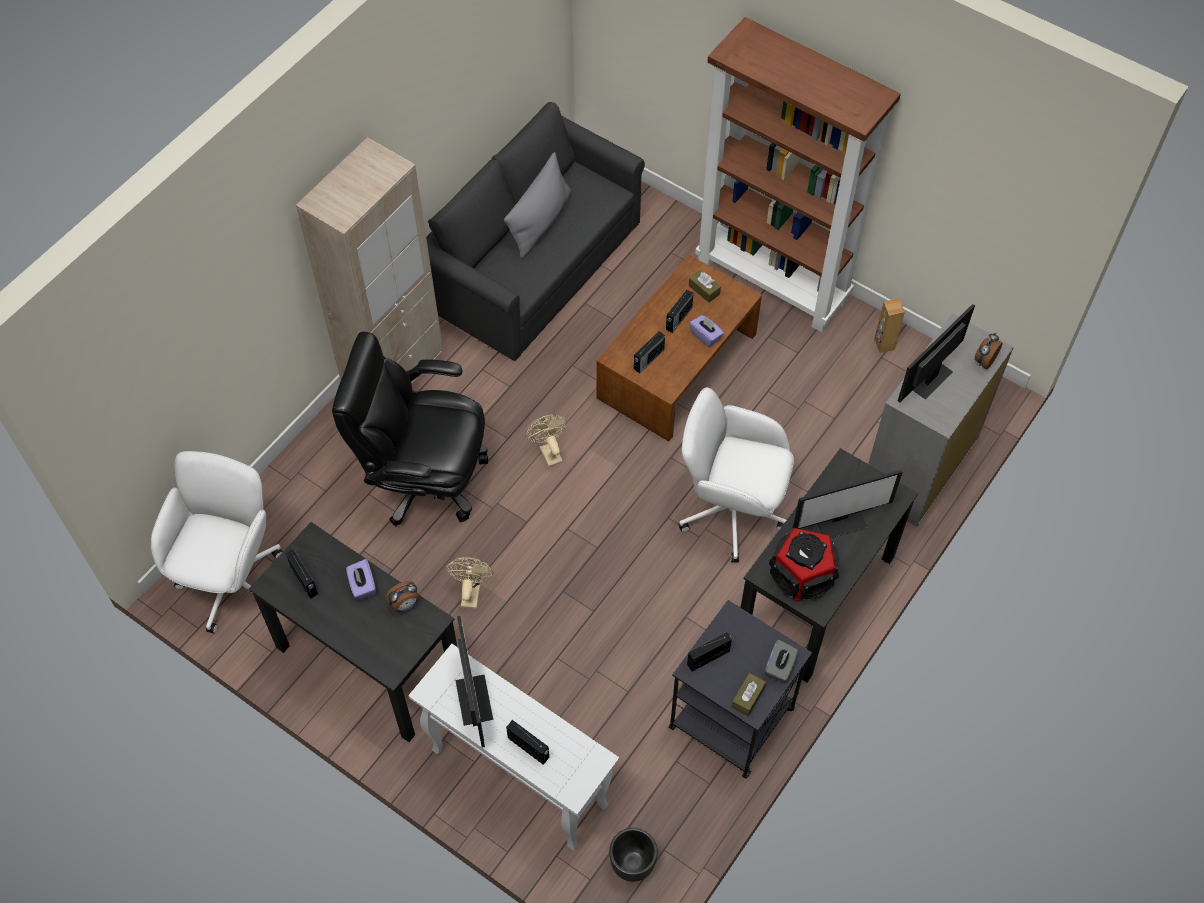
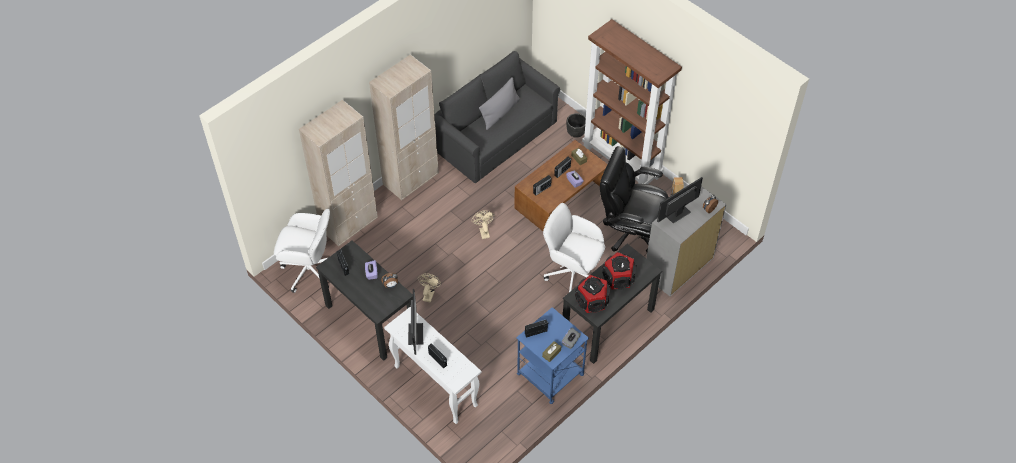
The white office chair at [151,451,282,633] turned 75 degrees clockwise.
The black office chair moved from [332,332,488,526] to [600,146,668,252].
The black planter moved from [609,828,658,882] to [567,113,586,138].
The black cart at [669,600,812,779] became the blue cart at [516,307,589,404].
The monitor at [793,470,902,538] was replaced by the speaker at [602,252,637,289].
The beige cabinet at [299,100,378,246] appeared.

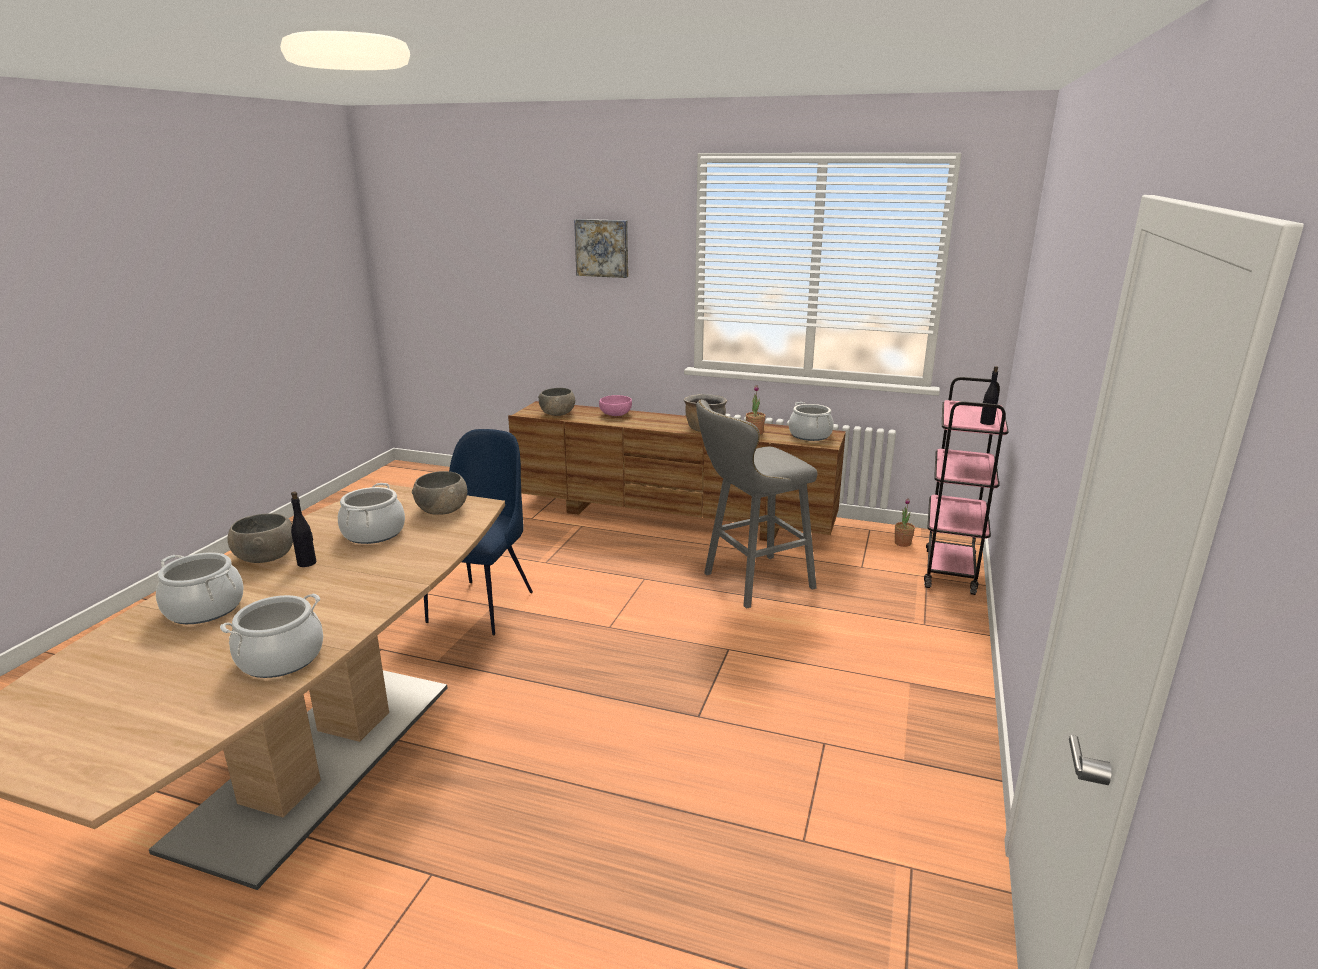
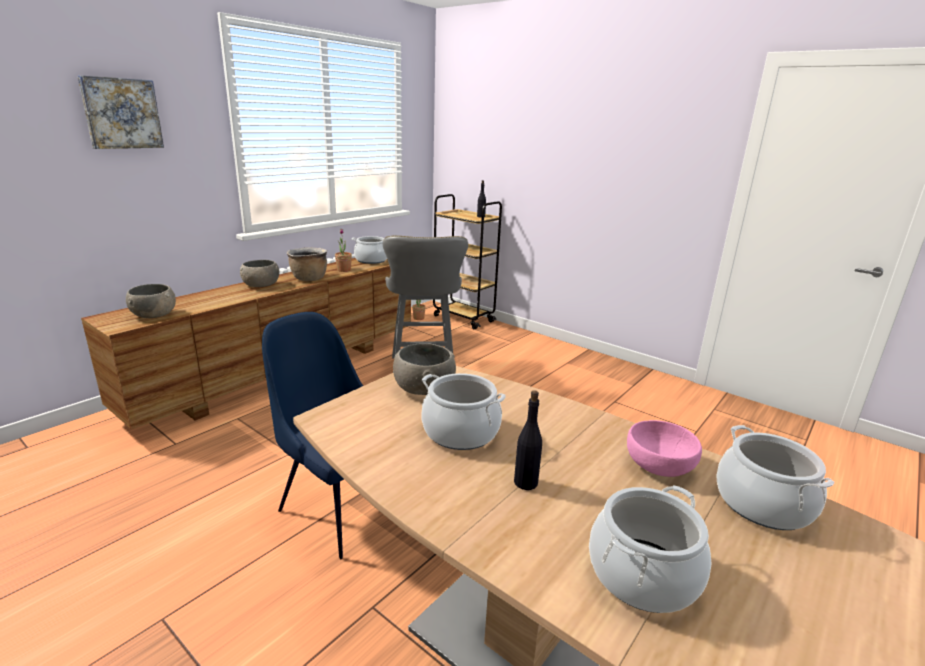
The grey bowl moved from [227,513,293,563] to [240,260,279,287].
The pink bowl moved from [599,395,632,416] to [627,420,702,477].
The pink cart at [924,377,1009,595] became the brown cart at [433,194,502,330].

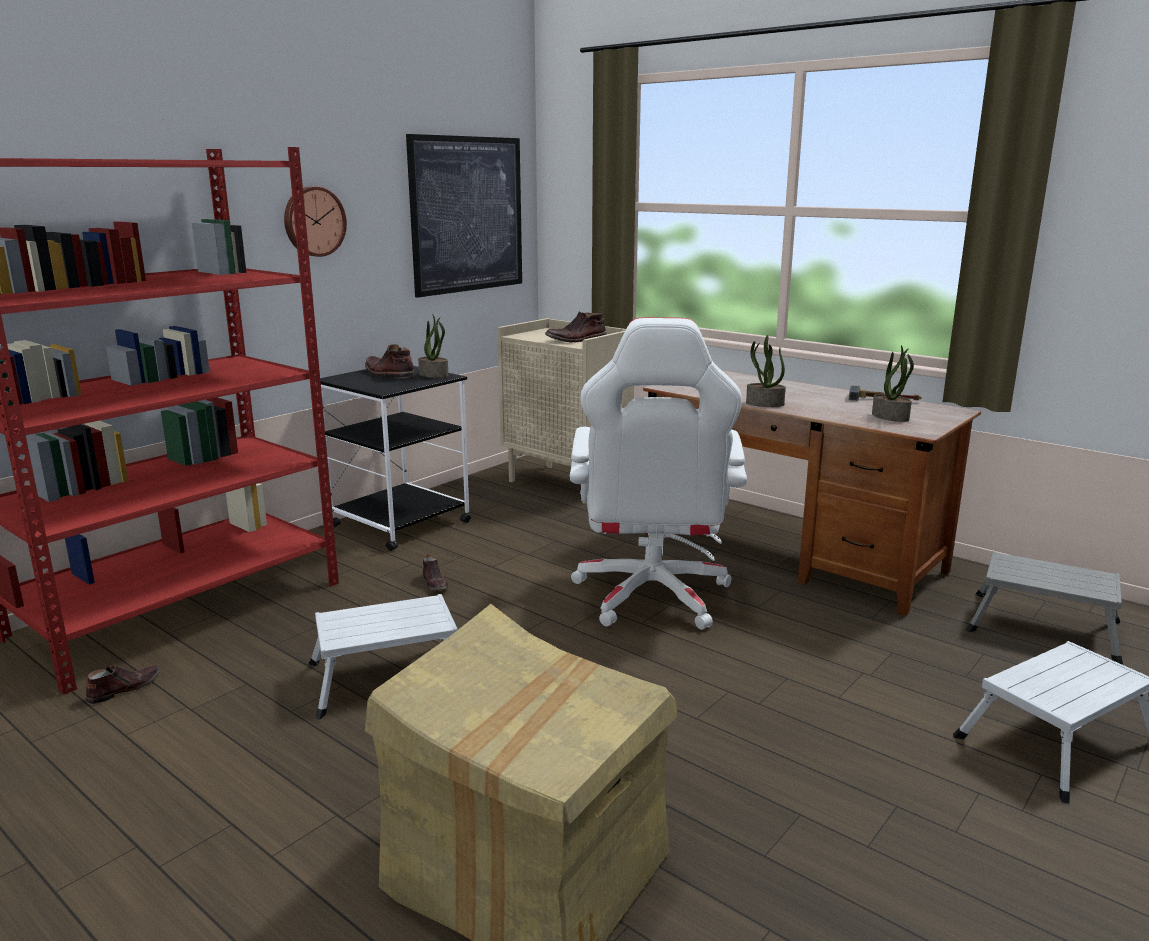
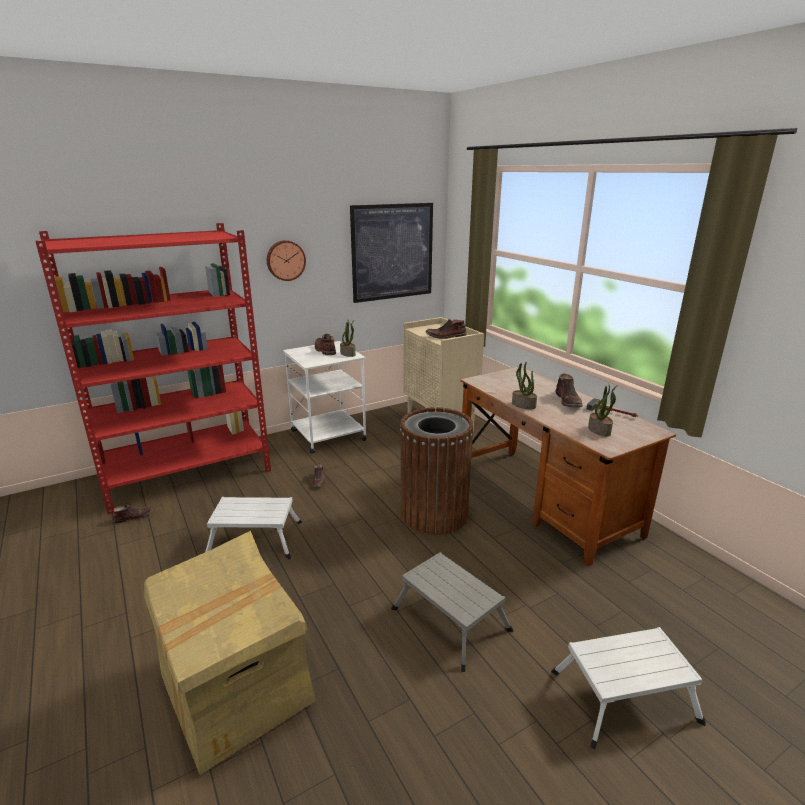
The black cart at [320,366,471,551] became the white cart at [283,341,367,454].
The white office chair at [570,317,747,630] was replaced by the brown trash can at [400,407,474,535].
The grey step ladder moved from [966,551,1123,665] to [391,552,513,672].
The brown boot at [555,374,583,407] appeared.

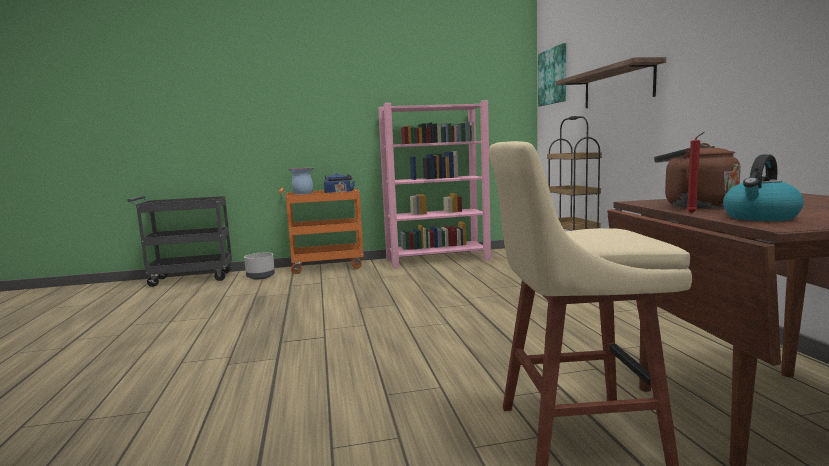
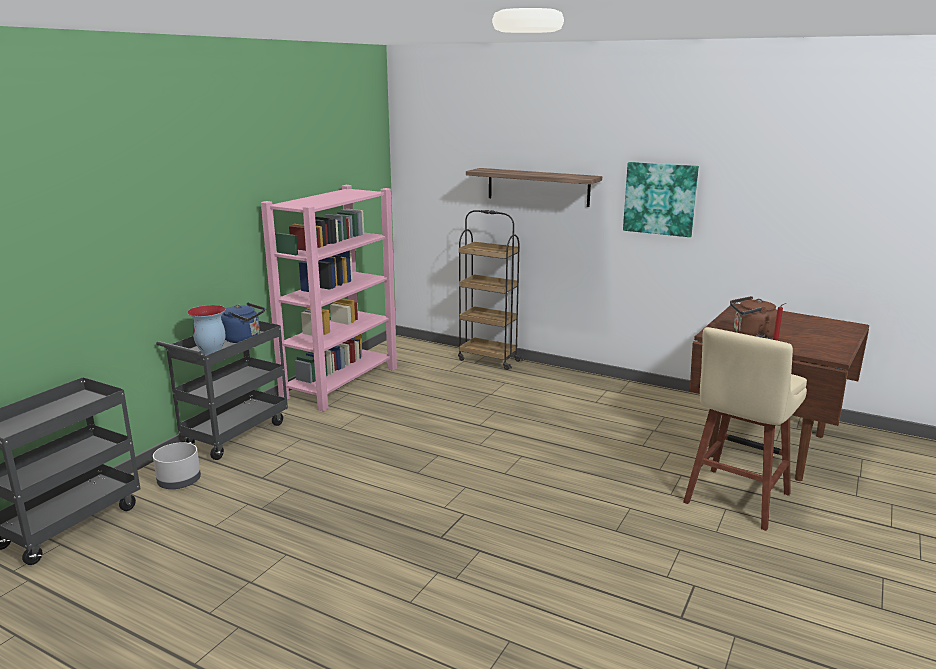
The orange cart at [278,188,364,274] became the grey cart at [156,321,288,460].
The picture moved from [538,43,566,106] to [623,162,699,237].
The kettle at [723,154,804,221] disappeared.

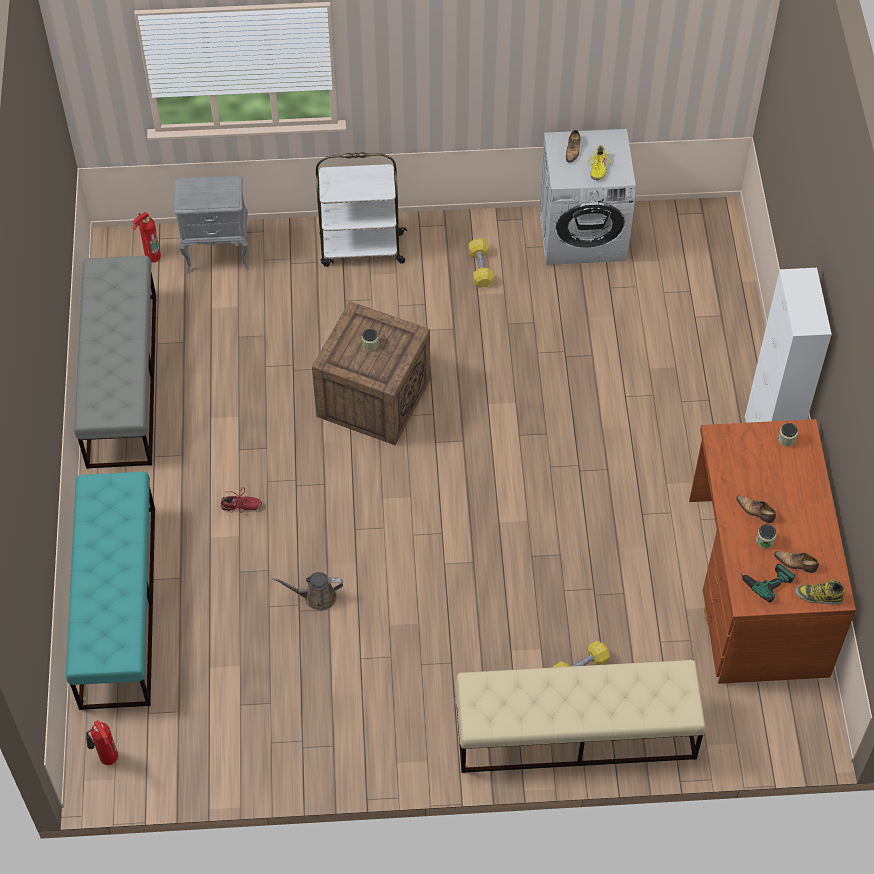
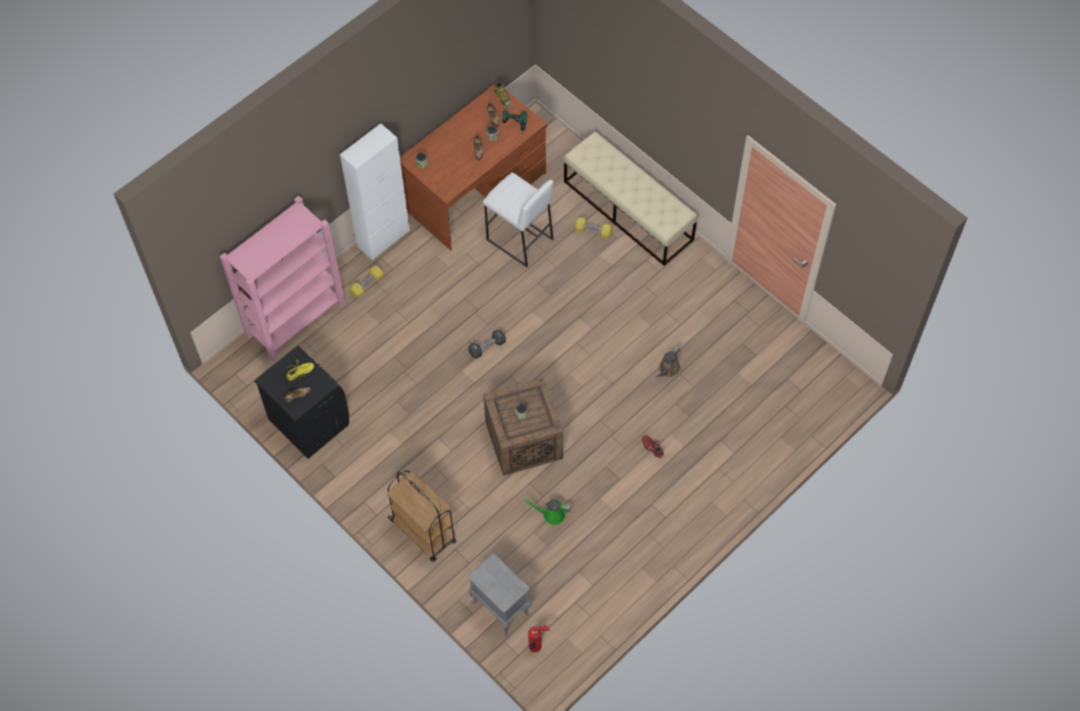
The turquoise bench at [66,472,155,710] disappeared.
The grey bench at [74,256,156,469] disappeared.
The fire extinguisher at [86,720,118,765] disappeared.
The brown watering can at [273,572,343,611] turned 75 degrees clockwise.
The white cart at [316,152,407,267] became the brown cart at [387,470,456,562].
The yellow dumbbell moved from [468,238,494,287] to [350,266,383,298].
The white washing machine at [539,129,636,265] became the black washing machine at [254,346,349,459].
The pink bookcase at [220,196,346,362] appeared.
The black dumbbell at [468,330,506,359] appeared.
The white stool at [483,173,553,267] appeared.
The green watering can at [523,499,571,525] appeared.

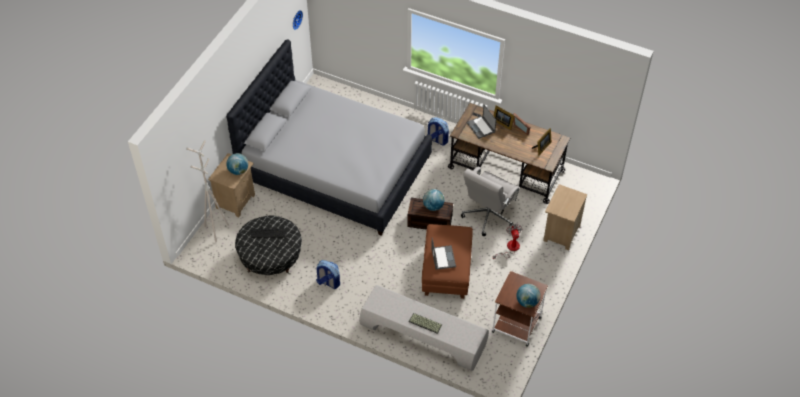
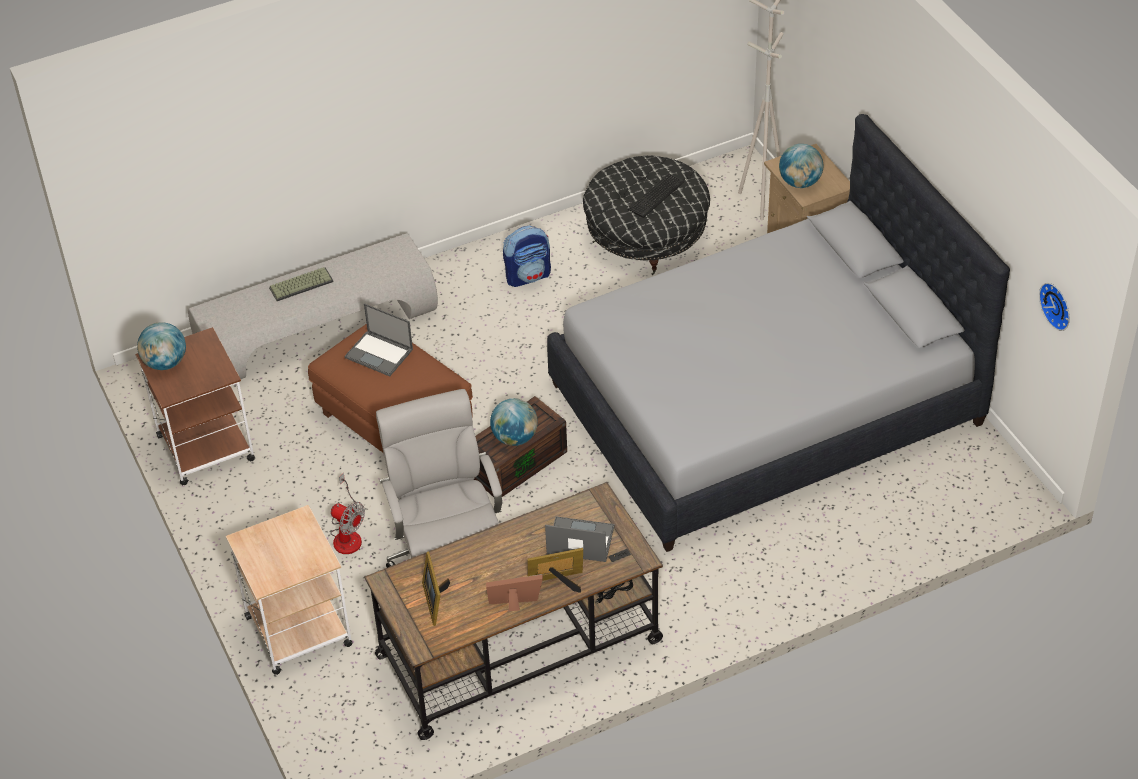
The backpack at [428,117,449,145] disappeared.
The beige nightstand at [543,184,587,250] was replaced by the beige cart at [226,505,353,675].

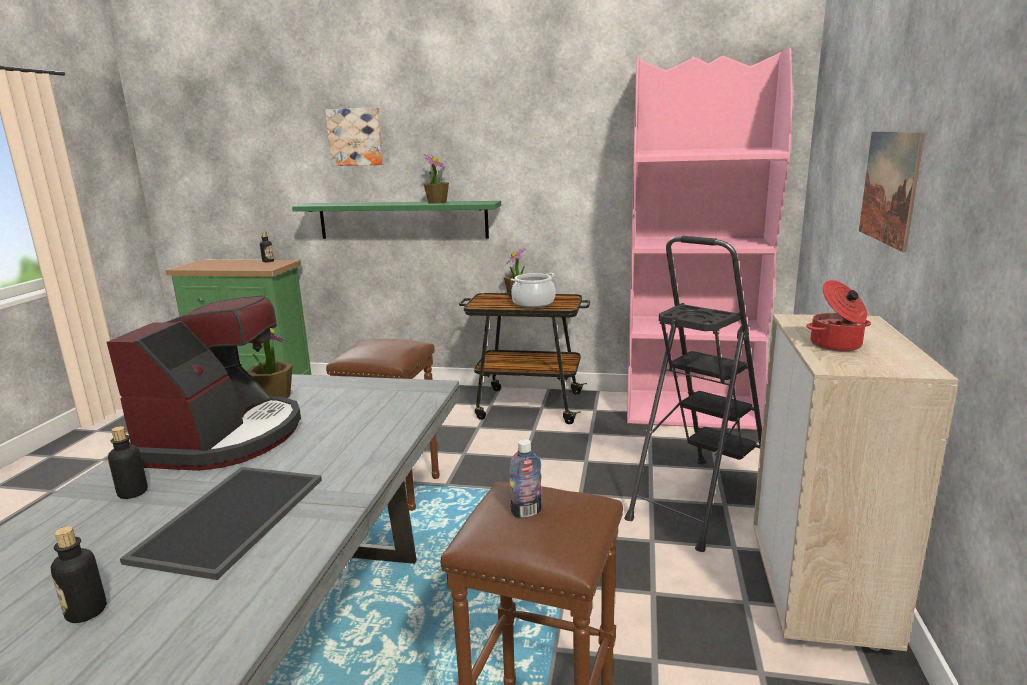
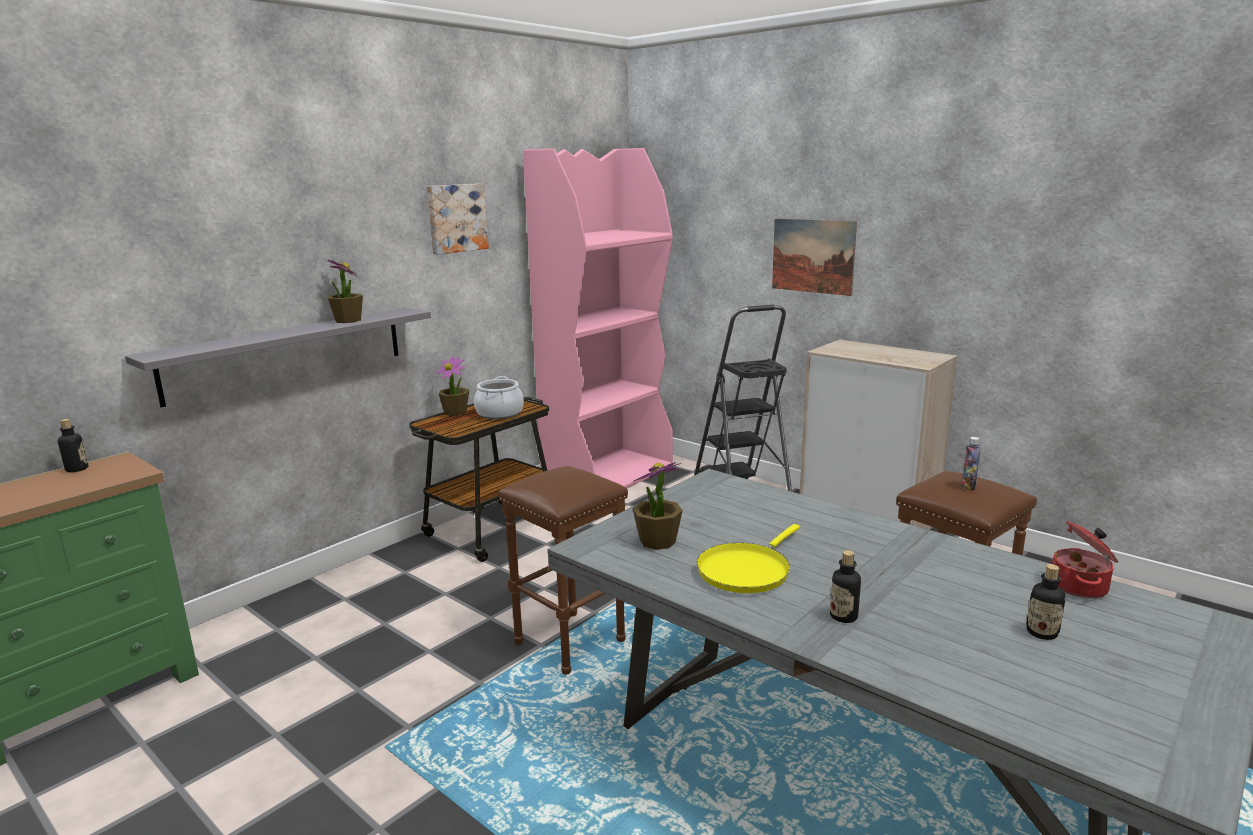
The coffee machine at [107,296,301,471] was replaced by the yellow frying pan at [697,524,800,593].
The tray at [120,467,322,580] disappeared.
The green shelf at [292,201,501,239] became the grey shelf at [125,308,431,407].
The picture moved from [325,107,384,166] to [427,184,489,255].
The cooking pot moved from [806,280,871,351] to [1051,521,1118,598].

